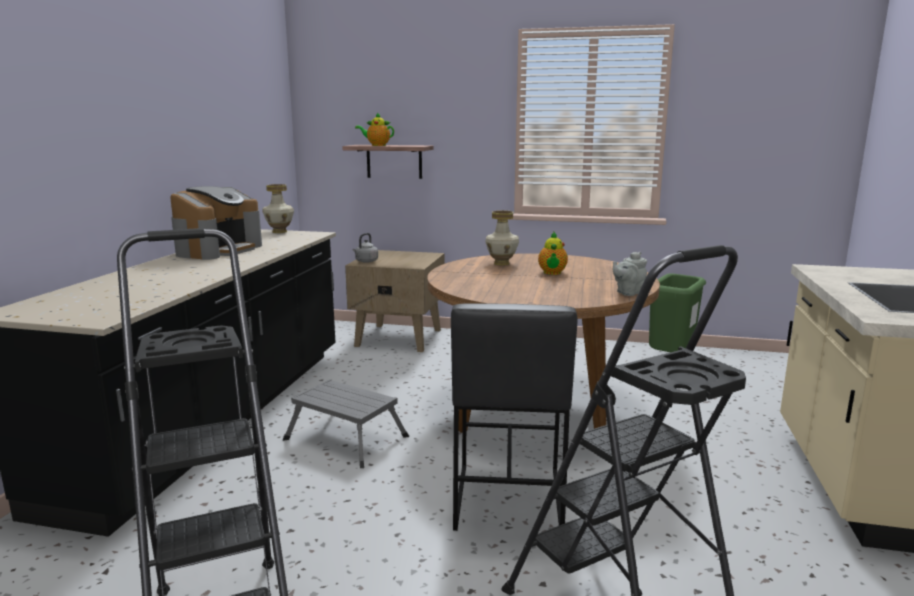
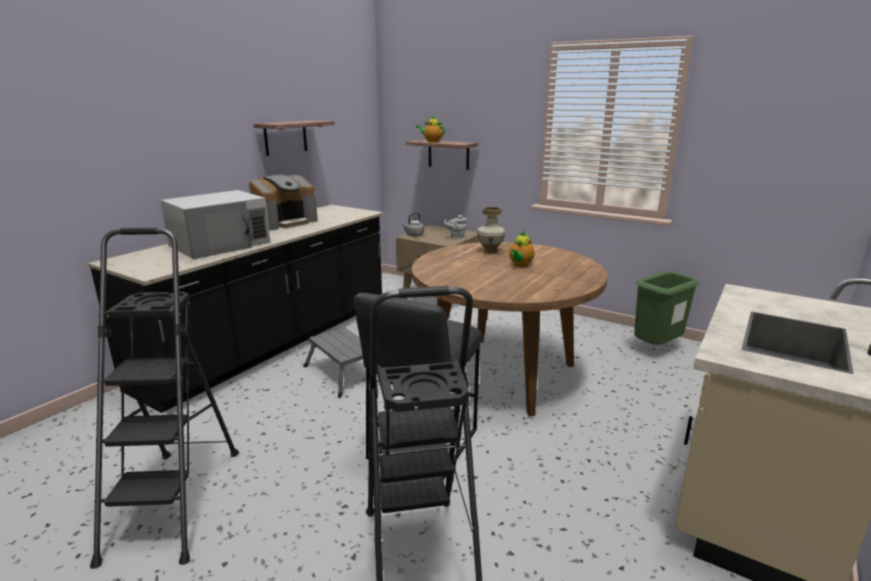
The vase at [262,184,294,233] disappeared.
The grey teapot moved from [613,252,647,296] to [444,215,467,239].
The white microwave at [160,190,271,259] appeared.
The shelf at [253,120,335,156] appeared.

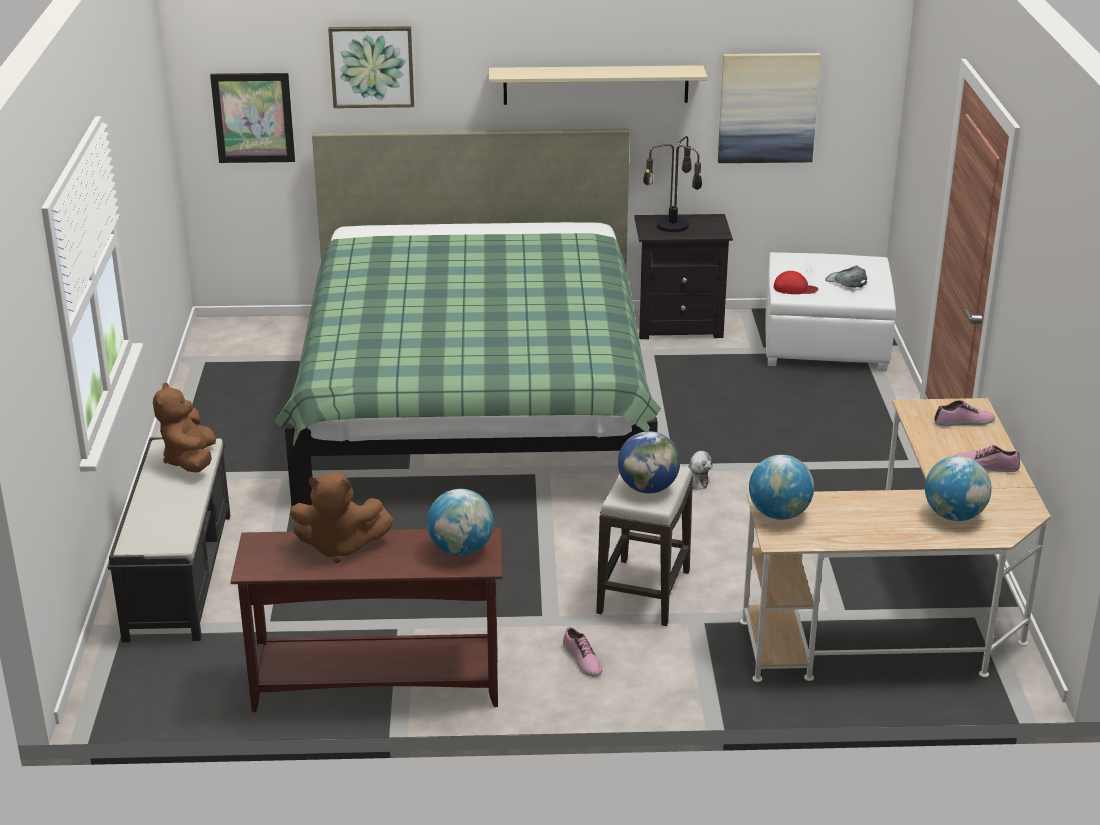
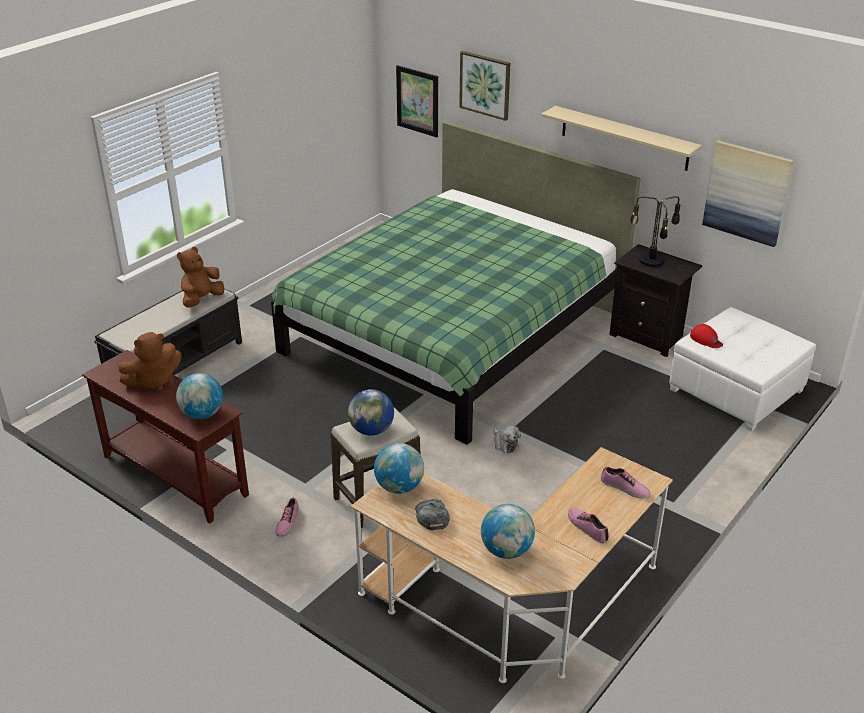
The brown plush toy at [290,472,394,563] turned 75 degrees counterclockwise.
The grey cap moved from [825,266,867,287] to [415,499,450,530].

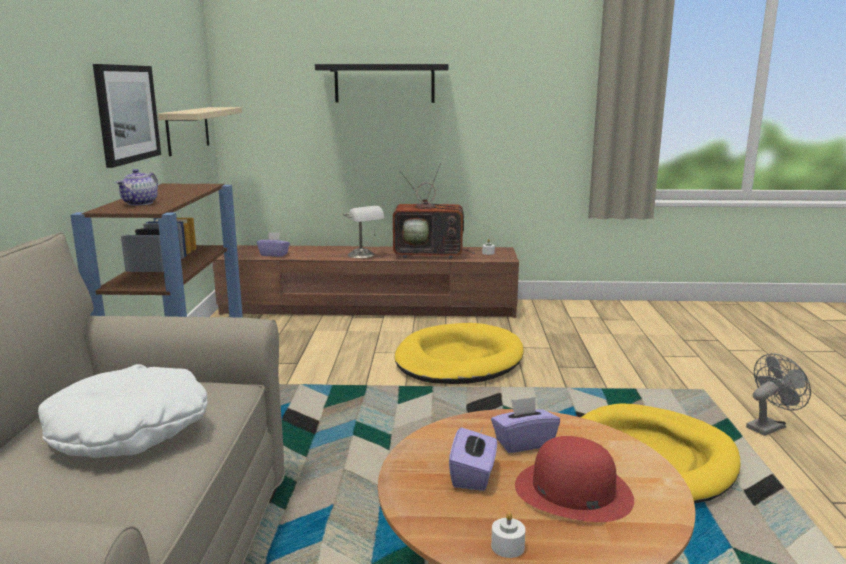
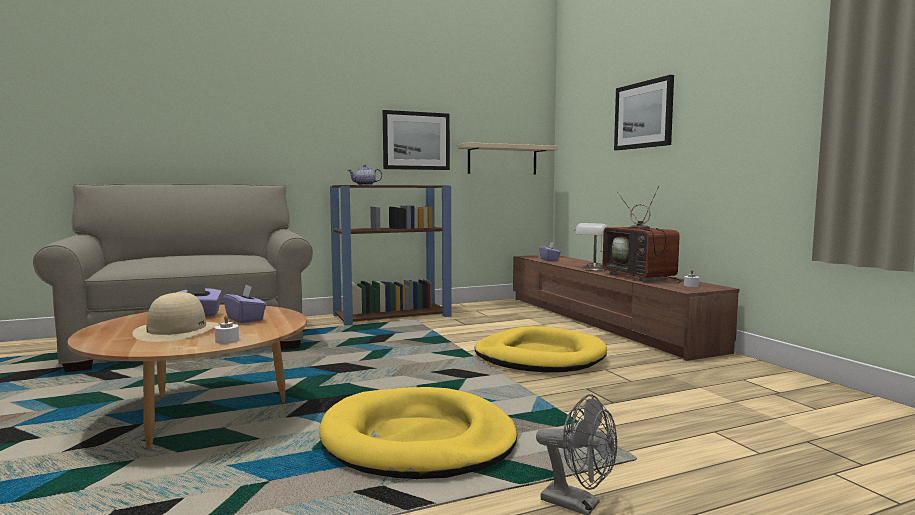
The white pillow at [38,364,208,458] disappeared.
The black shelf at [315,64,448,103] was replaced by the picture at [614,75,674,150].
The white candle moved from [491,512,526,558] to [215,315,239,344].
The red hat at [515,436,634,522] became the beige hat at [132,292,219,342].

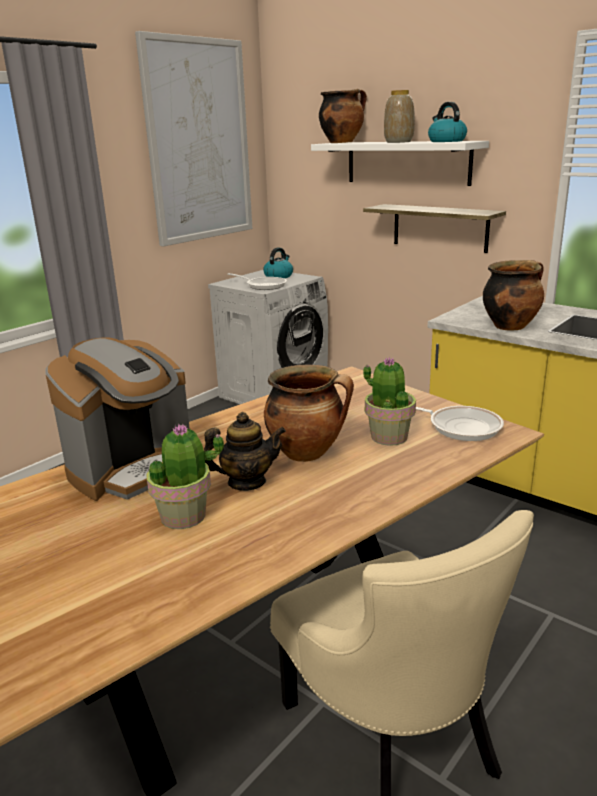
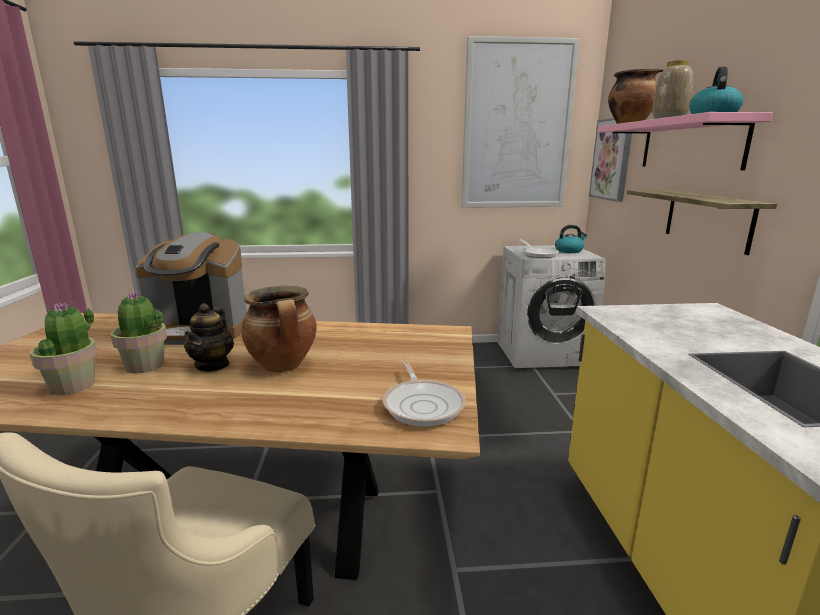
The teapot at [204,412,286,491] turned 60 degrees clockwise.
The white shelf at [311,141,489,186] became the pink shelf at [598,112,773,170].
The potted plant moved from [363,356,416,446] to [30,302,97,395].
The cooking pot at [483,260,544,331] disappeared.
The picture at [589,118,632,202] appeared.

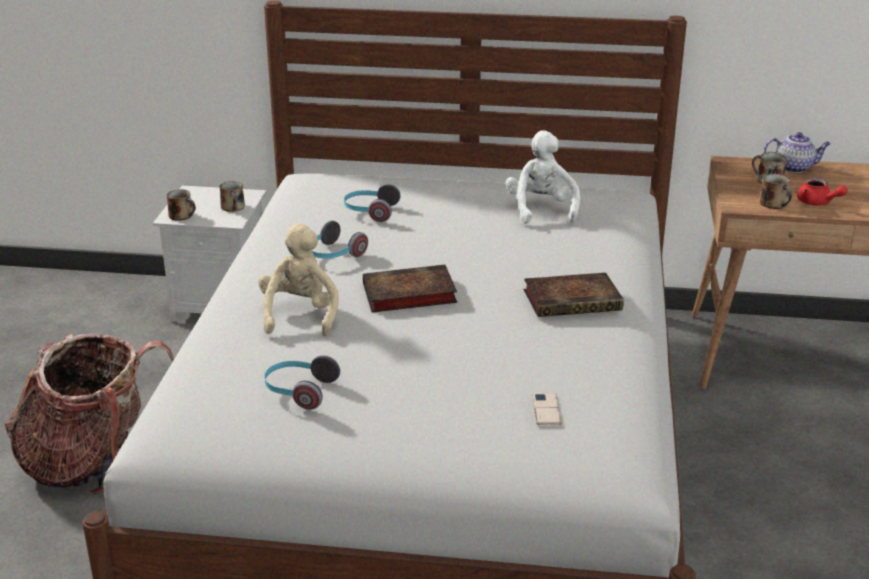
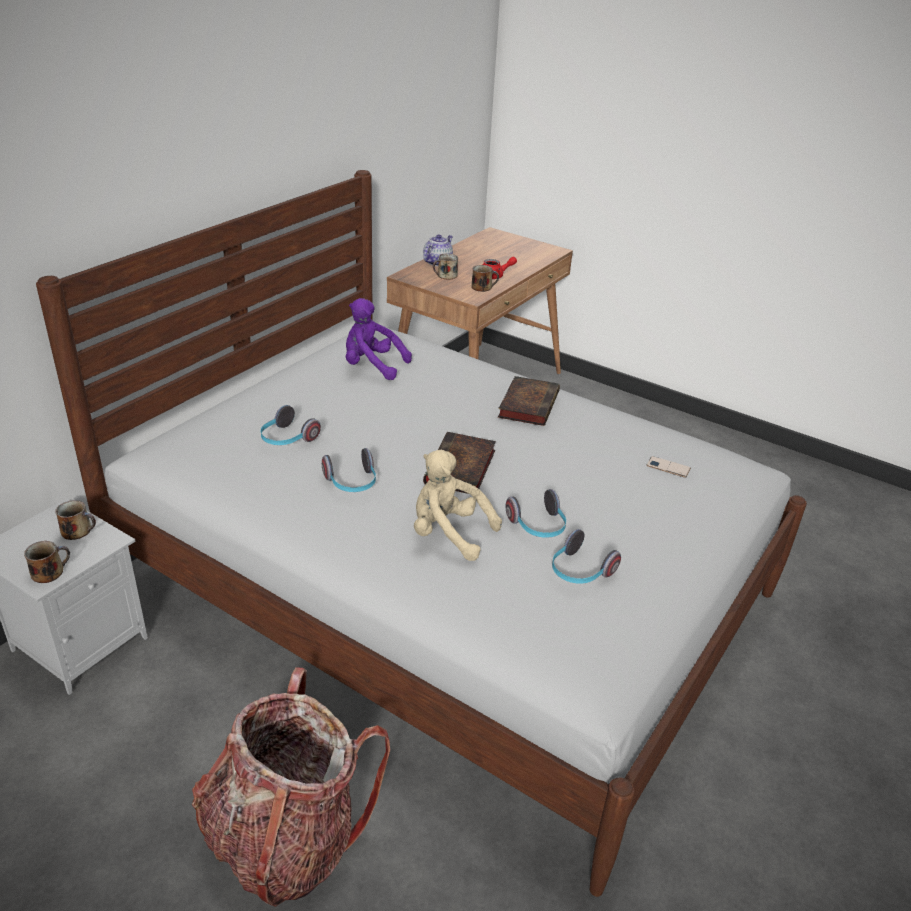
The white plush toy at [506,130,580,224] became the purple plush toy at [346,298,412,380].
The headphones at [506,489,566,538] appeared.

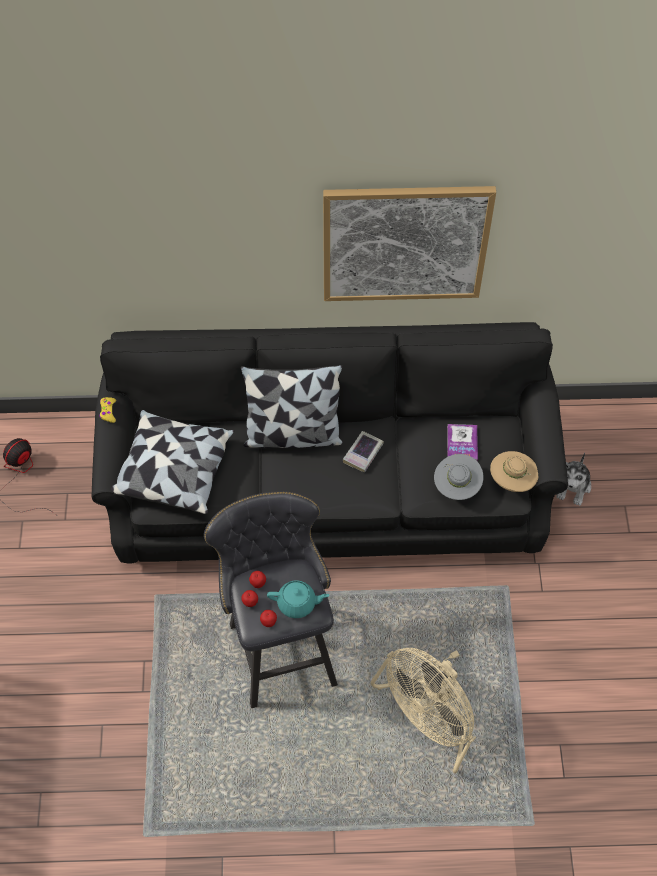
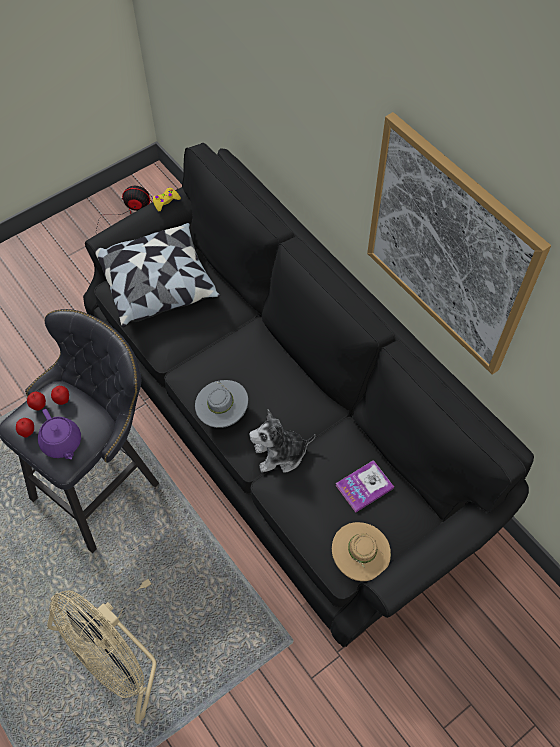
The pillow at [241,365,343,448] disappeared.
The turquoise teapot at [267,580,330,618] became the purple teapot at [38,409,81,459].
The book at [343,431,384,473] disappeared.
The beige fan at [371,648,476,773] turned 60 degrees counterclockwise.
The grey hat moved from [434,454,484,500] to [195,380,248,428].
The plush toy moved from [556,453,591,506] to [249,410,315,473].

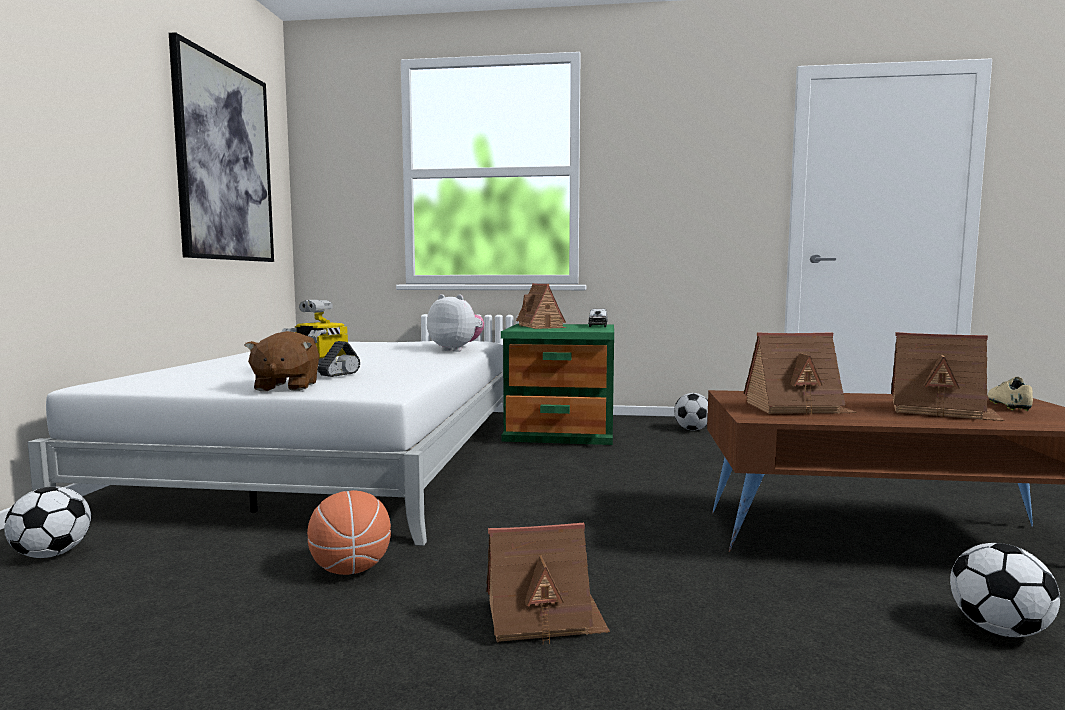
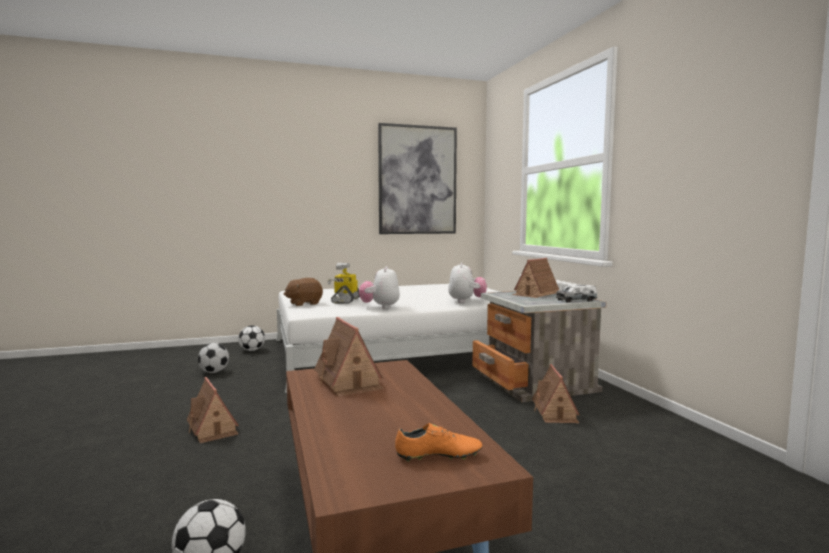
The basketball at [307,490,391,575] disappeared.
The green nightstand at [501,324,614,445] became the grey nightstand at [472,290,606,402].
The football moved from [674,393,708,431] to [198,343,229,373].
The toy house moved from [891,332,1005,421] to [532,364,580,423].
The beige shoe at [988,377,1033,411] became the orange shoe at [395,423,482,462].
The plush toy at [359,266,400,309] appeared.

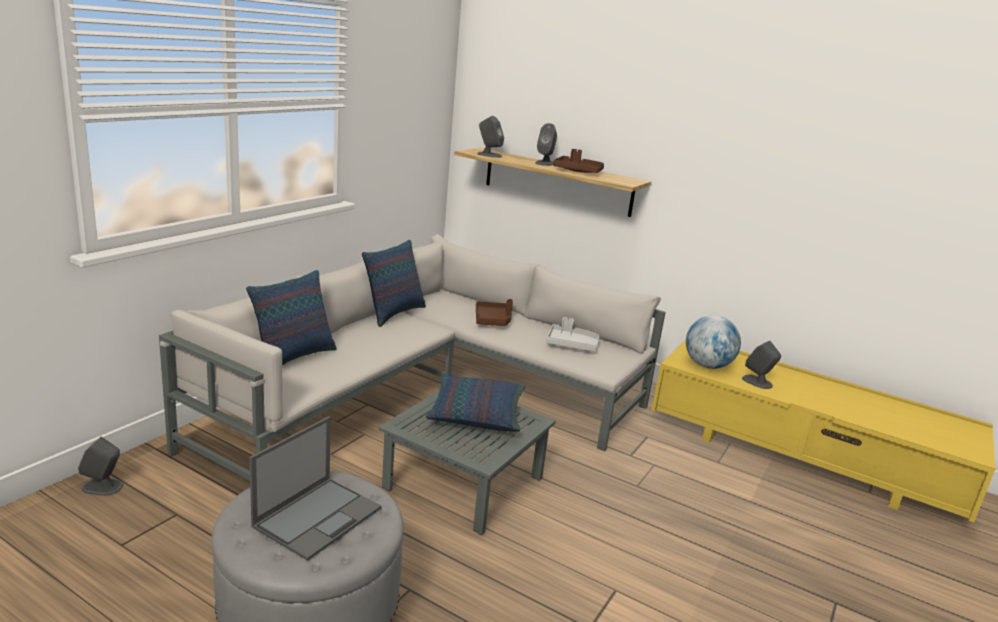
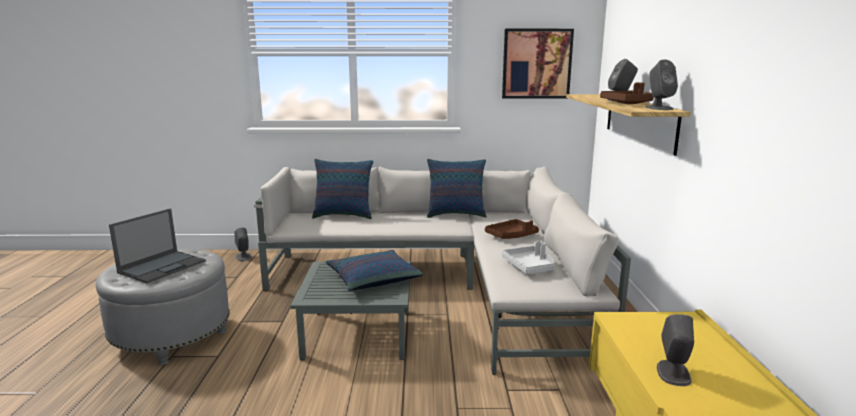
The laptop at [249,416,381,561] turned 60 degrees counterclockwise.
The grey speaker moved from [477,116,504,158] to [645,59,678,110].
The globe at [686,315,741,369] disappeared.
The picture at [502,29,574,99] appeared.

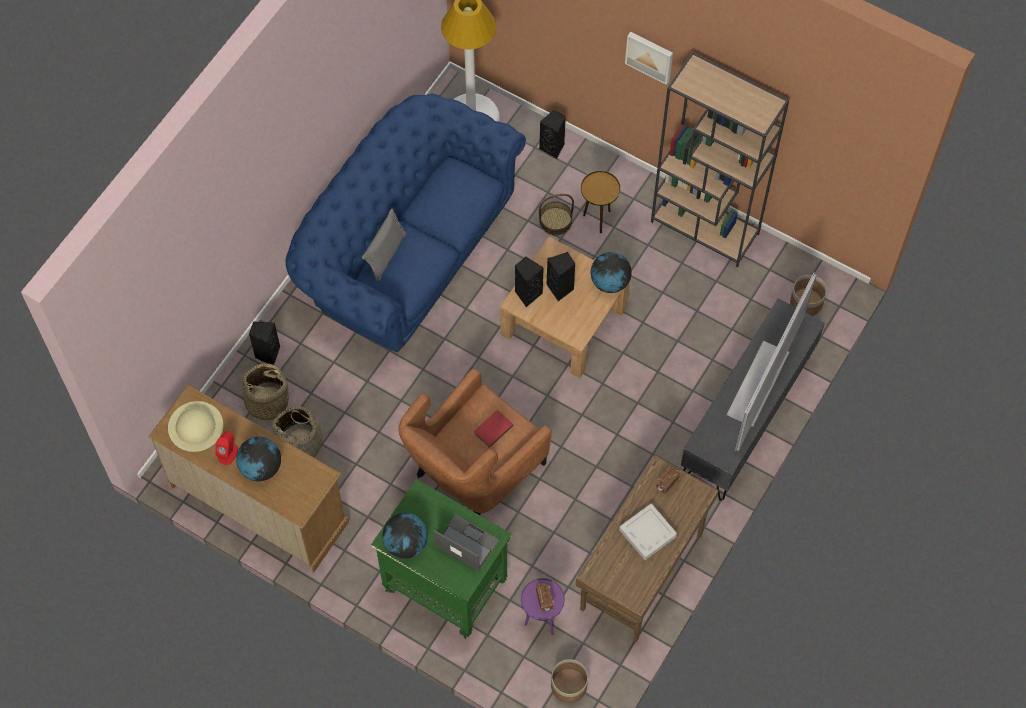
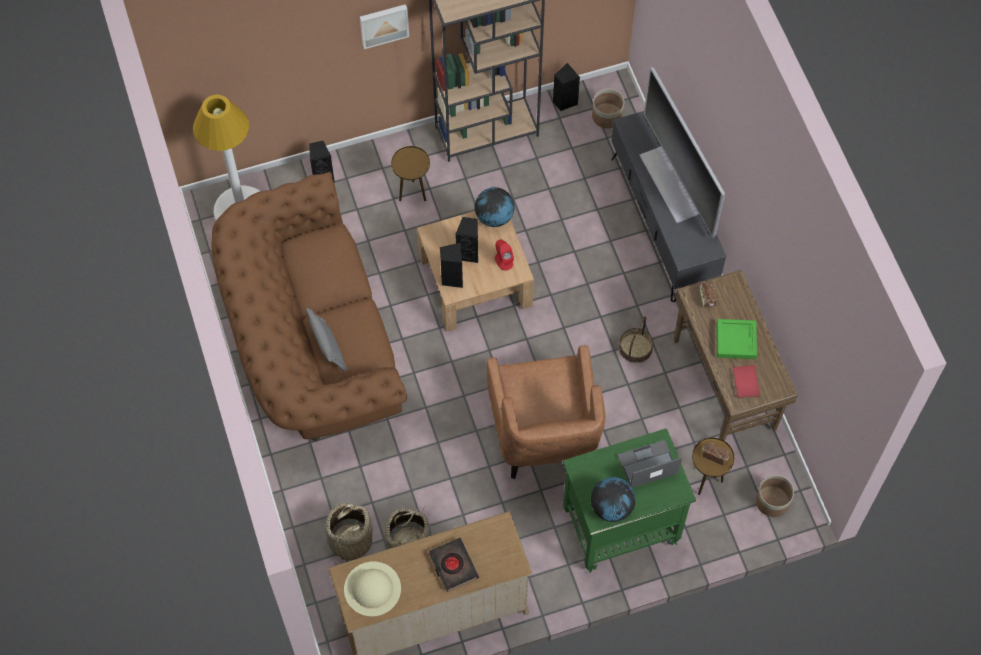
The red speaker moved from [215,431,238,465] to [495,239,514,271].
The globe at [236,437,281,482] was replaced by the black book at [429,538,479,592].
The black speaker moved from [249,322,280,365] to [553,63,580,111].
The blue sofa at [286,94,526,352] became the brown sofa at [212,172,407,441].
The red book moved from [474,410,513,448] to [733,365,760,399].
The purple side table at [521,578,565,635] became the brown side table at [692,437,734,495].
The basket moved from [539,194,574,236] to [619,316,653,363].
The grey tray at [619,503,677,560] became the green tray at [716,319,757,359].

